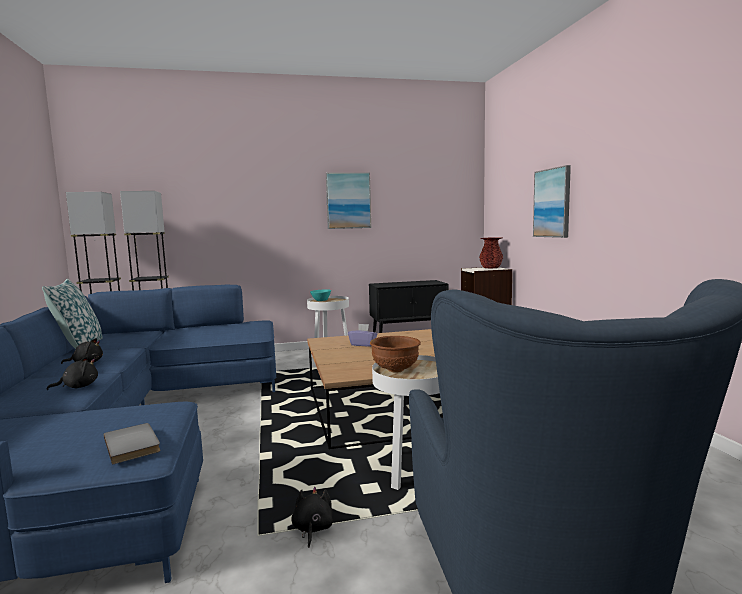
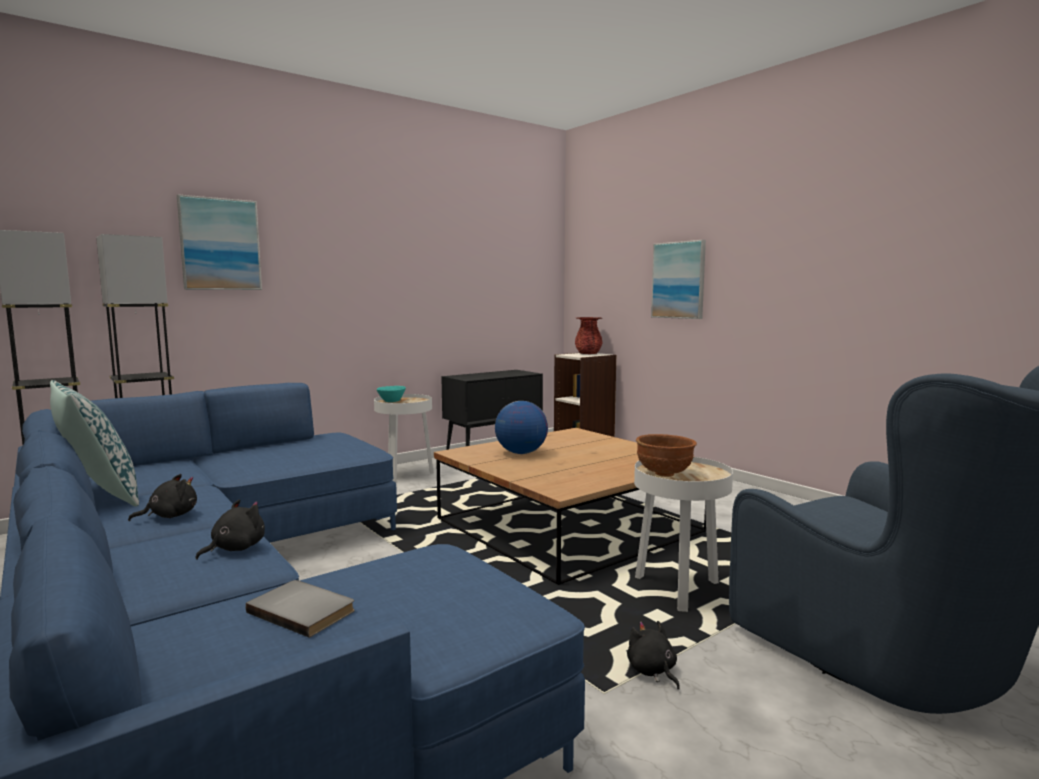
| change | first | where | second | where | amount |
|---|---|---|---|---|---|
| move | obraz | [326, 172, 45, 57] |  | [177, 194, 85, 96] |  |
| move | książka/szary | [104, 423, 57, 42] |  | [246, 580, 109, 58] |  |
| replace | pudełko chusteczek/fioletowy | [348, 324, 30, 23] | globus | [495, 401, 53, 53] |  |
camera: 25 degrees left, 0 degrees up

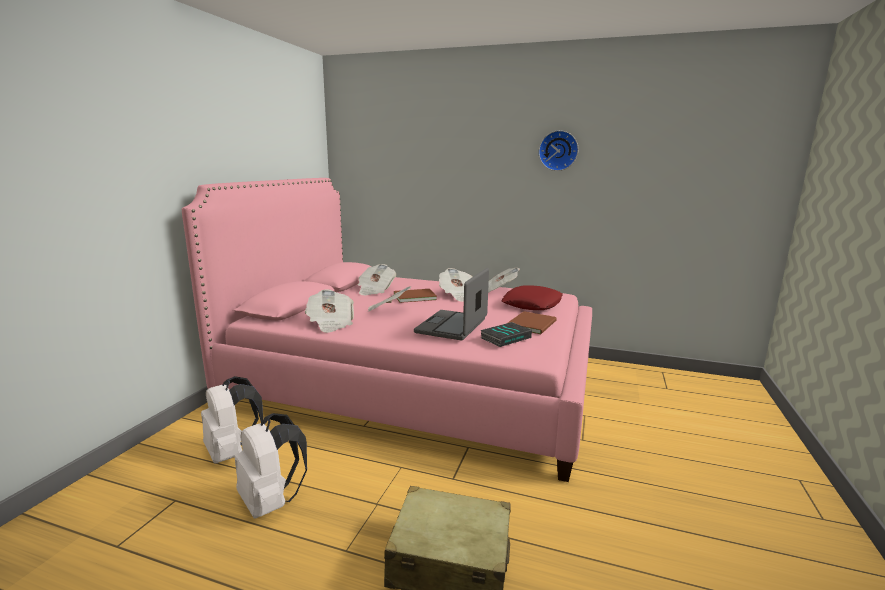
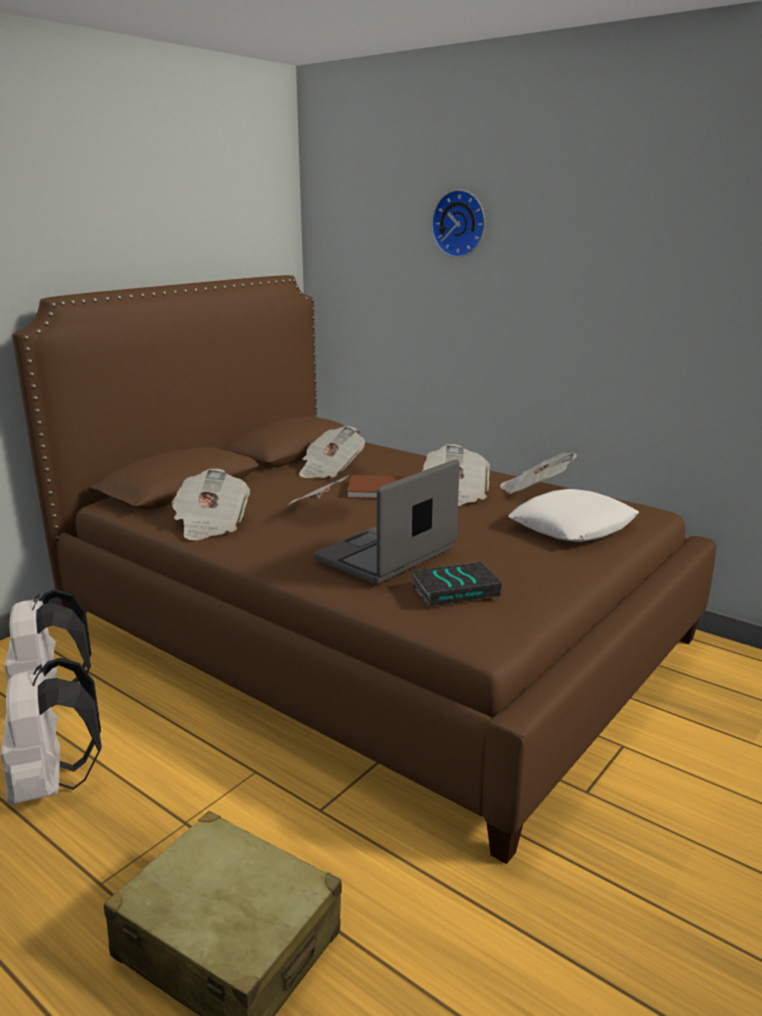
| change | first | where | second | where | amount |
|---|---|---|---|---|---|
| recolor | łóżko/różowy | [182, 178, 410, 304] | łóżko/brązowy | [12, 275, 705, 589] |  |
| move | zegar ścienny | [539, 130, 39, 41] |  | [431, 189, 54, 69] |  |
| recolor | poduszka/czerwony | [501, 285, 61, 25] | poduszka/biały | [508, 489, 131, 53] |  |
| delete | książka/brązowy | [508, 311, 49, 23] |  |  |  |
camera: 20 degrees right, 5 degrees up

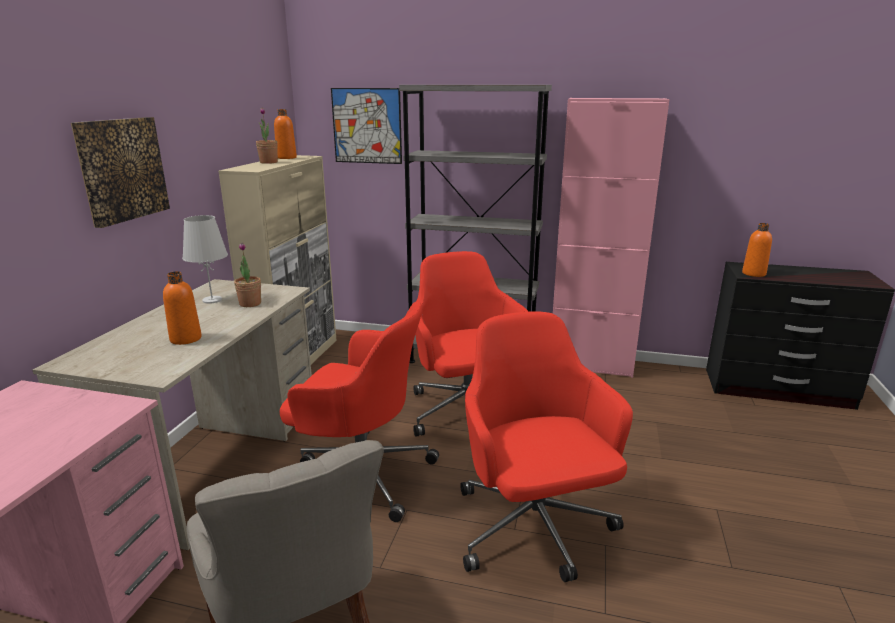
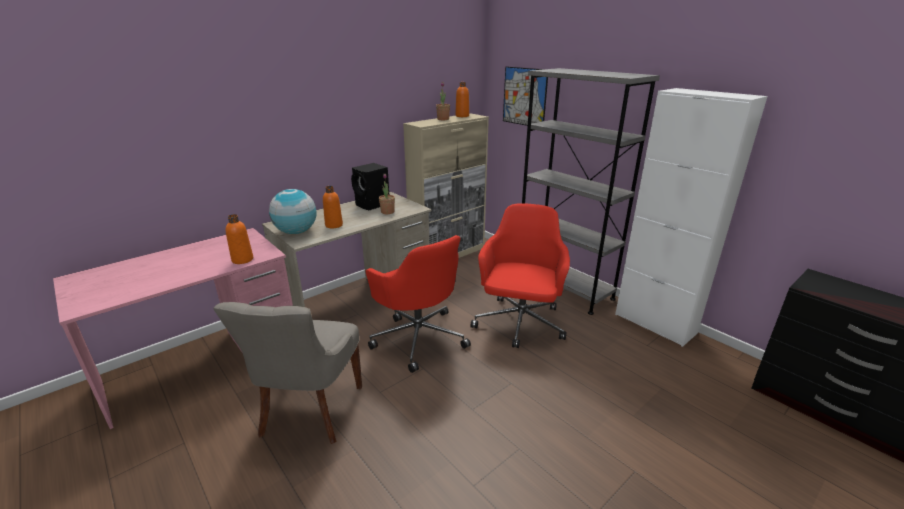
| change | first | where | second | where | amount |
|---|---|---|---|---|---|
| move | butelka/pomarańczowy | [742, 223, 30, 54] |  | [226, 214, 27, 50] |  |
| insert |  |  | globus | [269, 189, 48, 45] |  |
| replace | lampa stołowa/biały | [182, 215, 46, 89] | głośnik/czarny | [351, 163, 38, 47] |  |
| recolor | szafka/różowy | [553, 98, 117, 280] | szafka/biały | [615, 88, 153, 259] |  |
| delete | obraz | [71, 117, 99, 111] |  |  |  |
| delete | krzesło biurowe/czerwony | [460, 311, 173, 271] |  |  |  |
camera: 35 degrees right, 5 degrees up

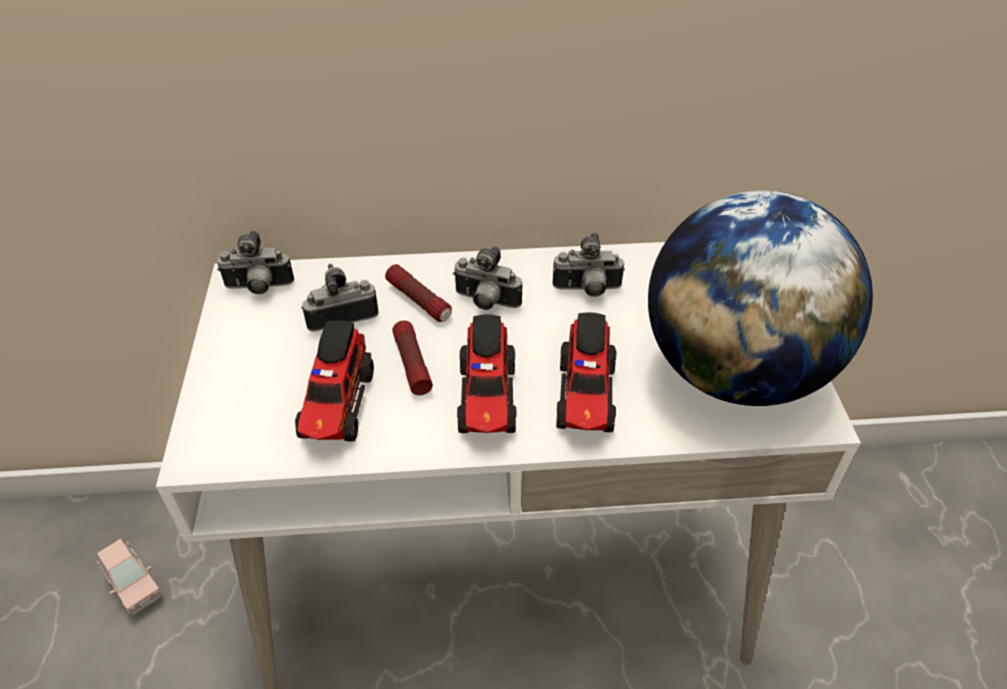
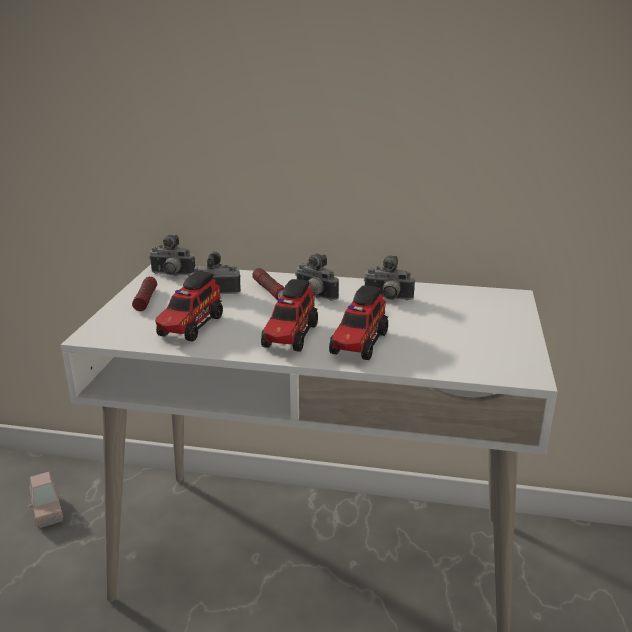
| change | first | where | second | where | amount |
|---|---|---|---|---|---|
| move | latarka | [392, 321, 41, 74] |  | [132, 277, 25, 34] |  |
| delete | globus | [648, 190, 225, 216] |  |  |  |
camera: 15 degrees right, 20 degrees down

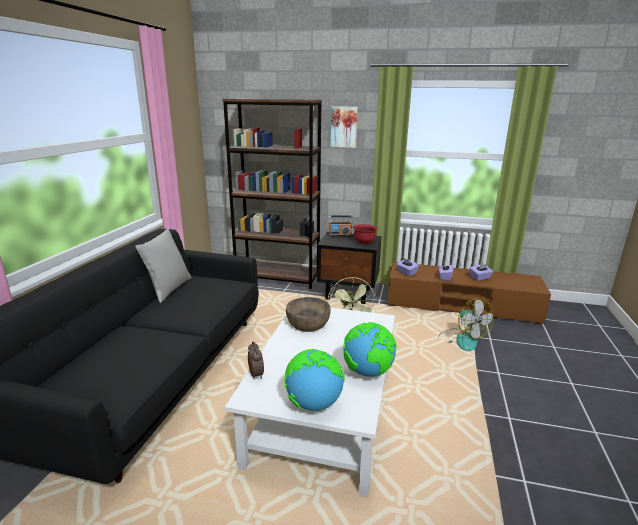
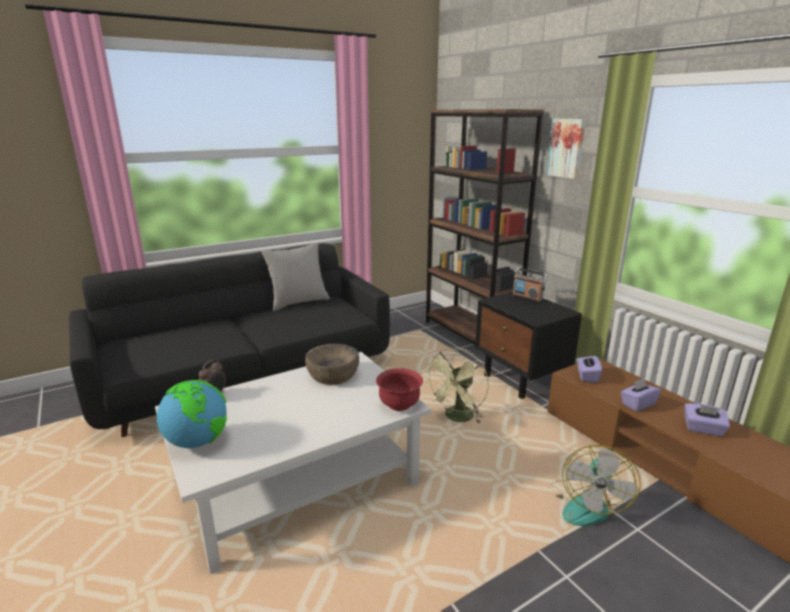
| change | first | where | second | where | amount |
|---|---|---|---|---|---|
| move | miska/czerwony | [353, 224, 25, 20] |  | [376, 368, 47, 43] |  |
| delete | globus | [344, 322, 53, 55] |  |  |  |
camera: 45 degrees right, 0 degrees up

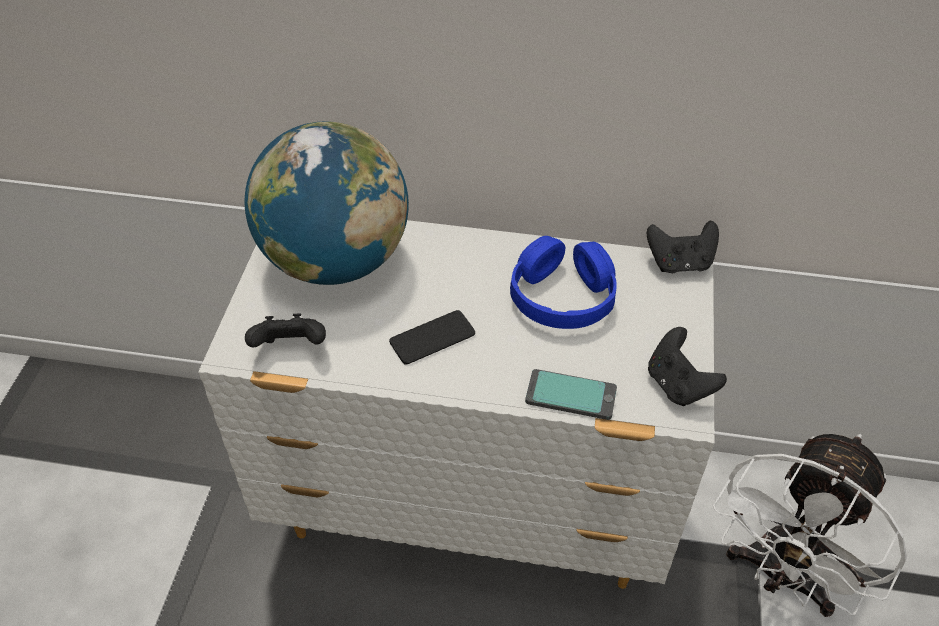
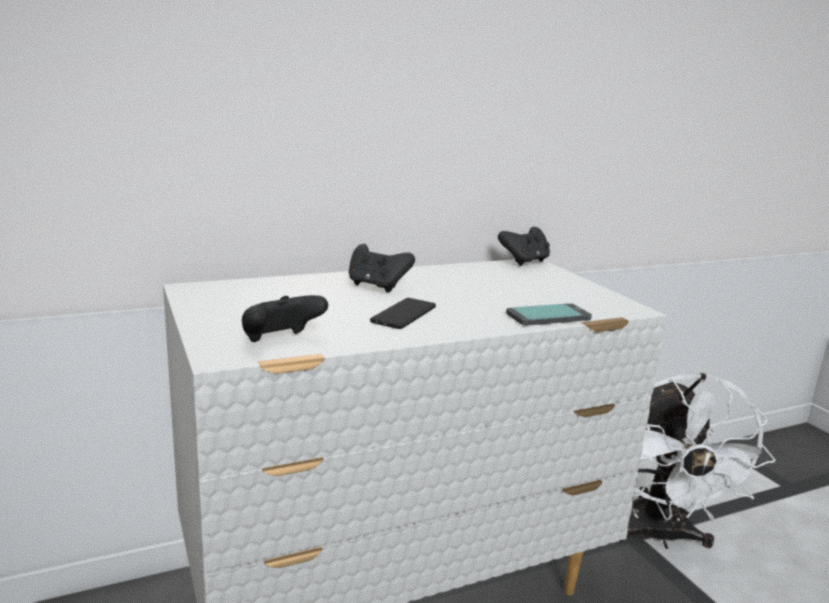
| change | first | where | second | where | amount |
|---|---|---|---|---|---|
| move | pad do gier/czarny | [648, 327, 79, 79] |  | [349, 244, 66, 49] |  |
| delete | globus | [245, 122, 164, 163] |  |  |  |
| delete | słuchawki/niebieski | [510, 236, 107, 93] |  |  |  |
camera: 35 degrees left, 30 degrees down

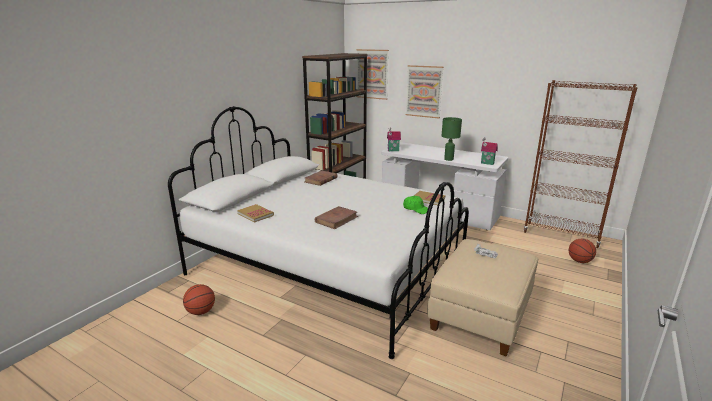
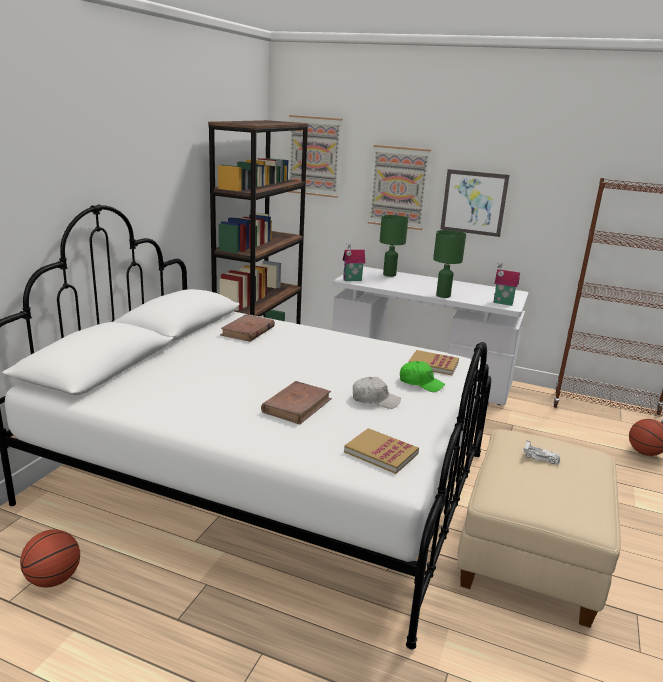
| change | first | where | second | where | amount |
|---|---|---|---|---|---|
| move | książka | [237, 204, 37, 19] |  | [344, 428, 75, 46] |  |
| insert |  |  | czapka z daszkiem/biały | [353, 377, 48, 32] |  |
| insert |  |  | lampa stołowa/zielony | [380, 215, 28, 62] |  |
| insert |  |  | obraz | [440, 169, 70, 68] |  |
camera: 10 degrees left, 0 degrees up

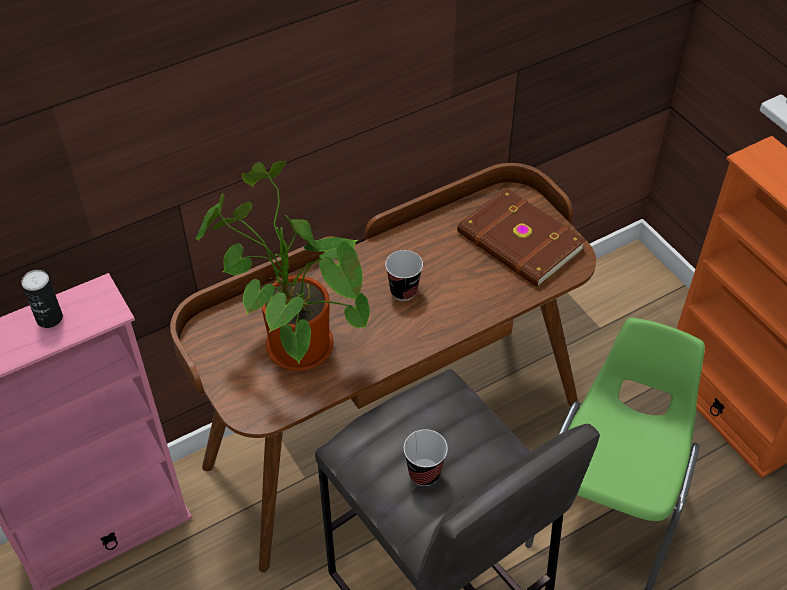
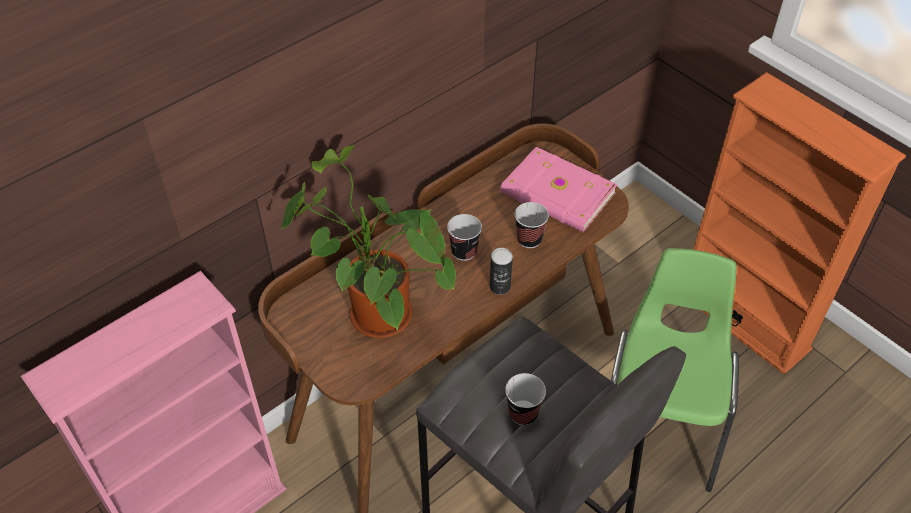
| change | first | where | second | where | amount |
|---|---|---|---|---|---|
| move | puszka | [21, 270, 42, 58] |  | [490, 248, 23, 47] |  |
| recolor | książka/brązowy | [457, 188, 129, 100] | książka/różowy | [500, 147, 117, 85] |  |
| insert |  |  | filiżanka | [514, 202, 35, 46] |  |
camera: 10 degrees left, 0 degrees up

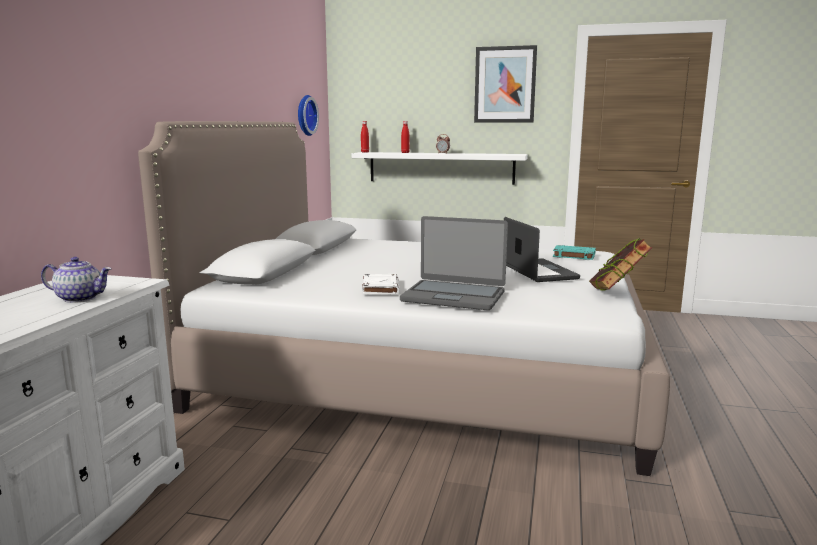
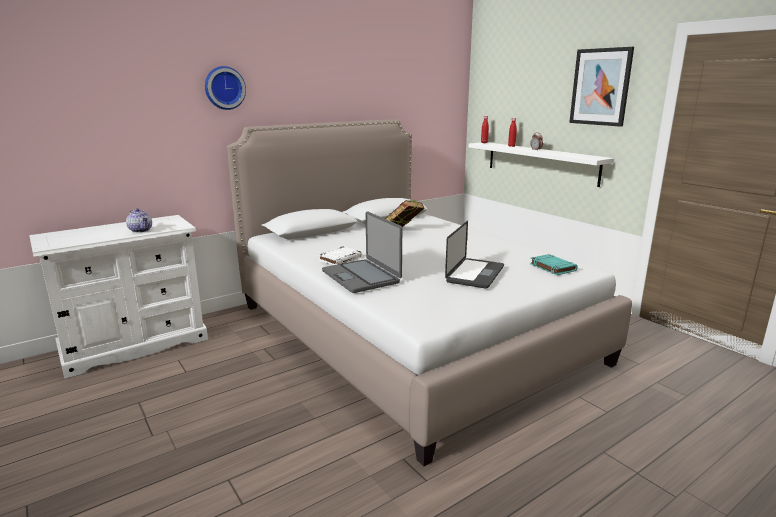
| change | first | where | second | where | amount |
|---|---|---|---|---|---|
| move | zegar ścienny | [298, 95, 21, 41] |  | [205, 66, 41, 44] |  |
| move | książka | [589, 237, 64, 54] |  | [385, 200, 39, 27] |  |
camera: 40 degrees right, 5 degrees up

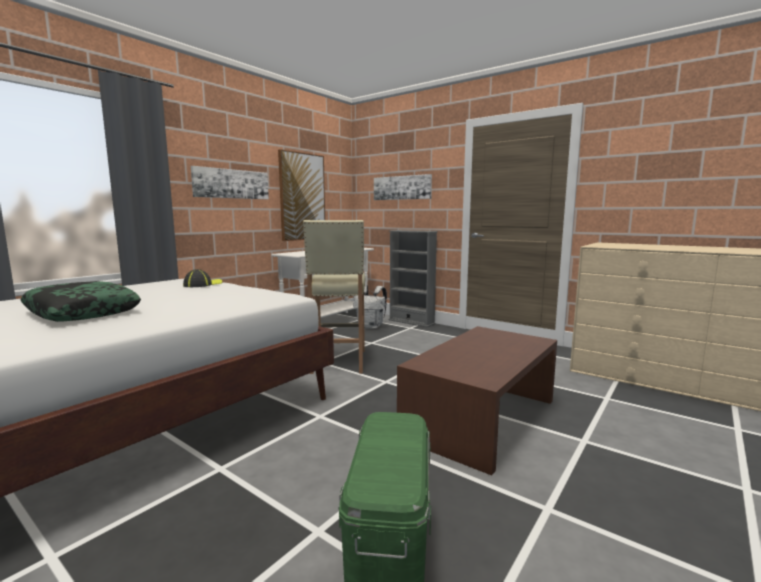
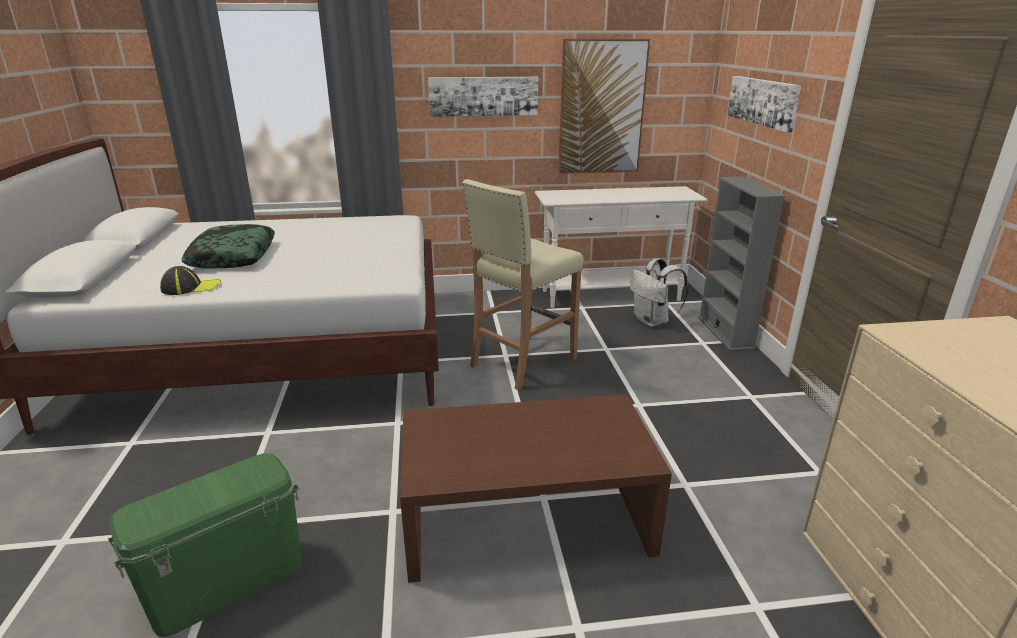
| change | first | where | second | where | amount |
|---|---|---|---|---|---|
| move | czapka z daszkiem | [183, 269, 39, 18] |  | [160, 266, 61, 29] |  |
camera: 45 degrees right, 15 degrees up

